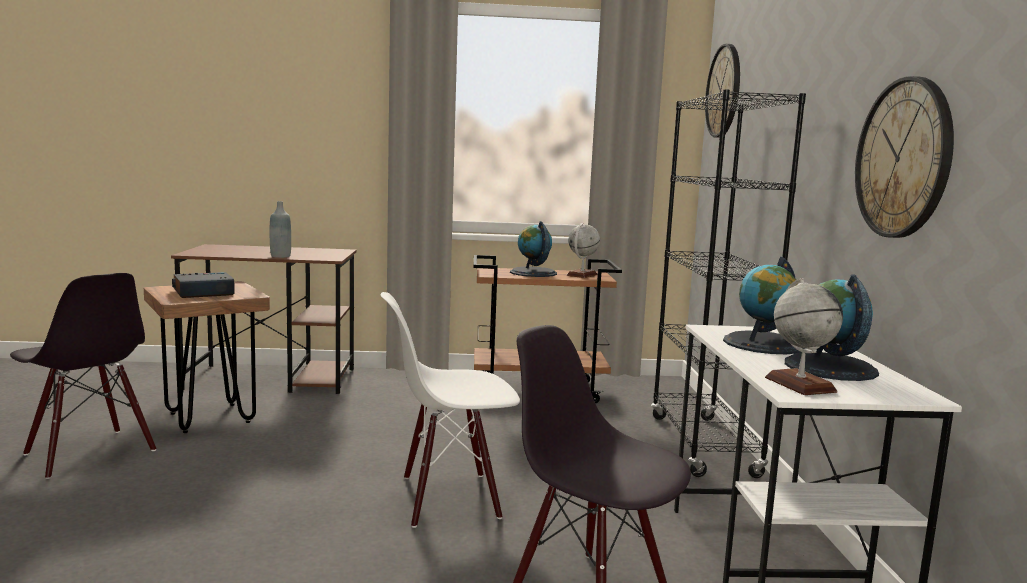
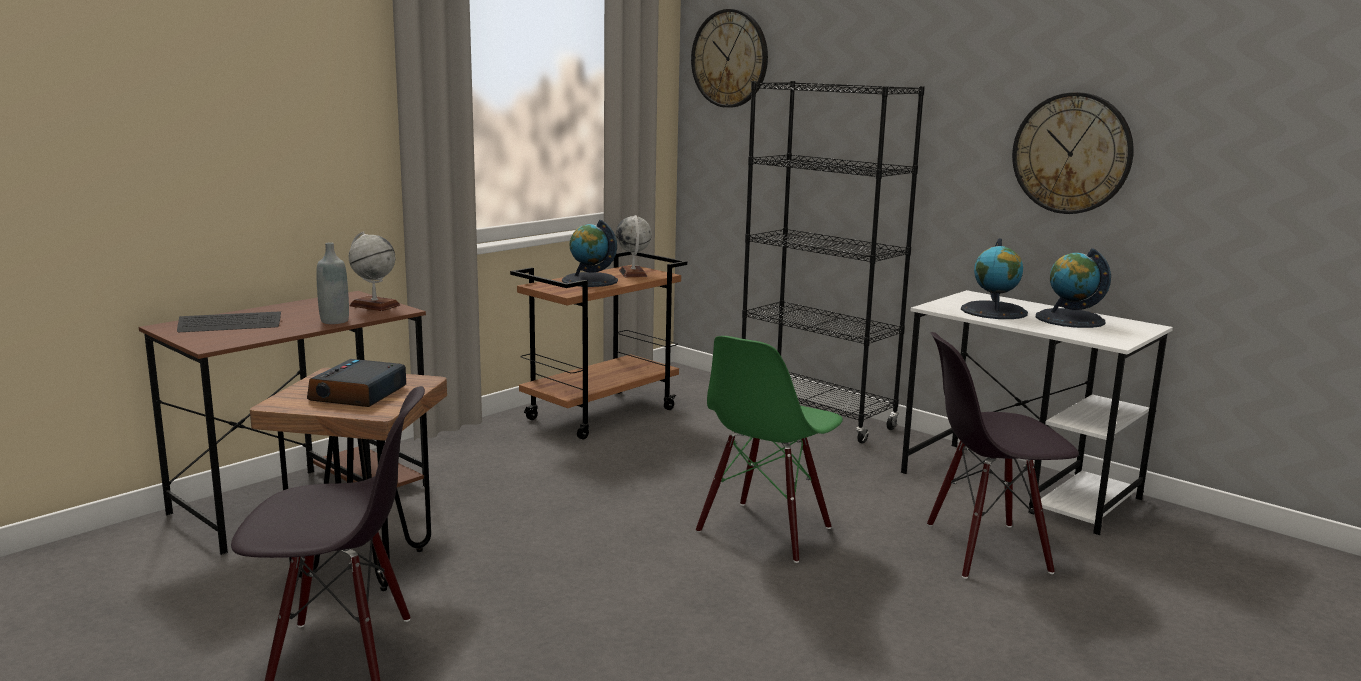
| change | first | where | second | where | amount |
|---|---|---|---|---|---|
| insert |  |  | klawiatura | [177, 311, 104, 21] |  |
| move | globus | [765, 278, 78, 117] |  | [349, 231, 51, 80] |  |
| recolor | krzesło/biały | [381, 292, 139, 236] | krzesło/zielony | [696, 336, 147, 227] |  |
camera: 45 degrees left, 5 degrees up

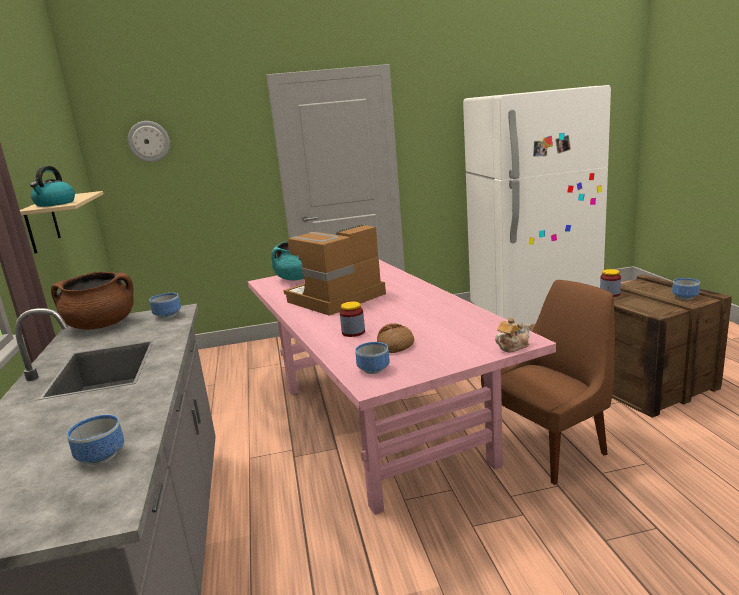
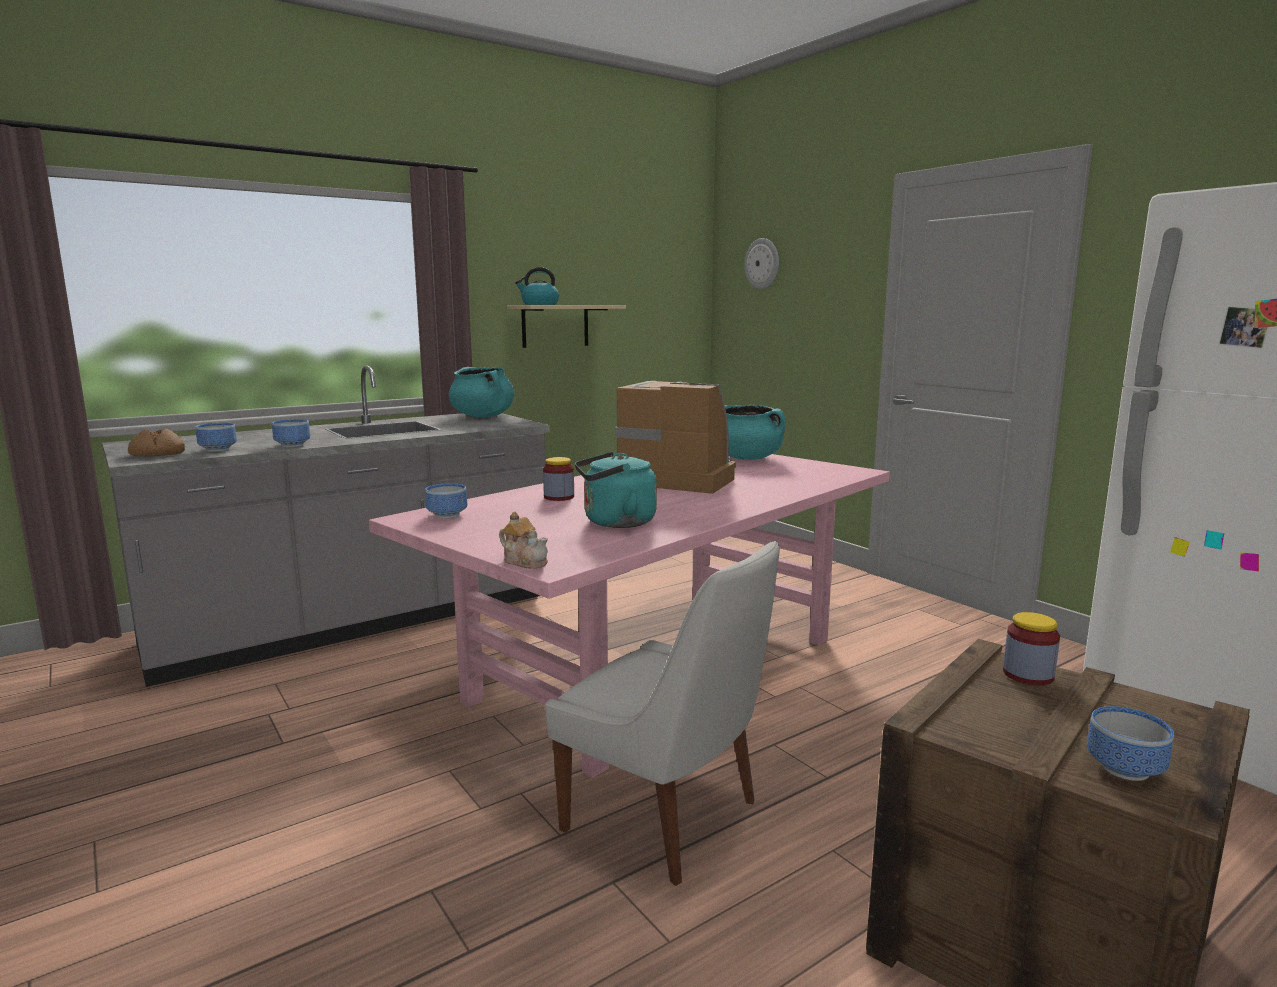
| change | first | where | second | where | amount |
|---|---|---|---|---|---|
| move | chleb | [377, 323, 38, 30] |  | [128, 428, 57, 28] |  |
| move | miska | [149, 293, 32, 26] |  | [272, 419, 38, 28] |  |
| recolor | garnek/brązowy | [51, 272, 83, 58] | garnek/turkusowy | [449, 367, 66, 50] |  |
| recolor | krzesło/brązowy | [481, 280, 134, 205] | krzesło/biały | [545, 541, 235, 345] |  |
| insert |  |  | czajnik/turkusowy | [575, 452, 82, 76] |  |
camera: 65 degrees right, 5 degrees down

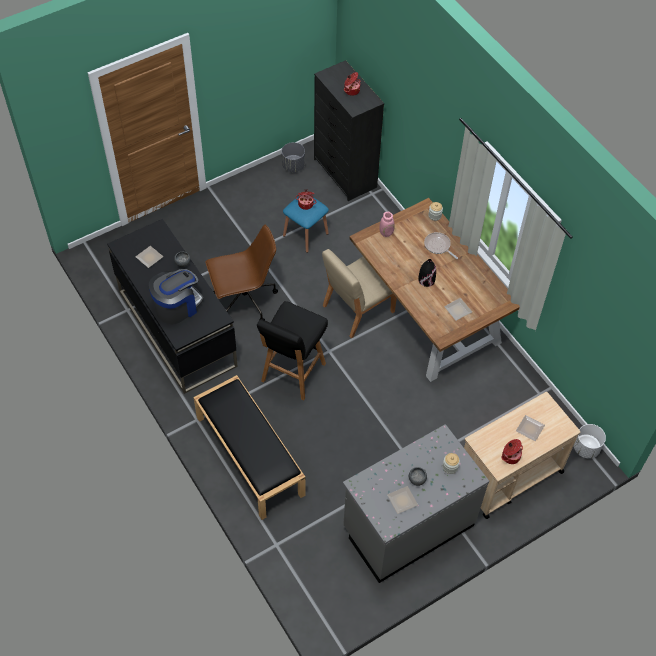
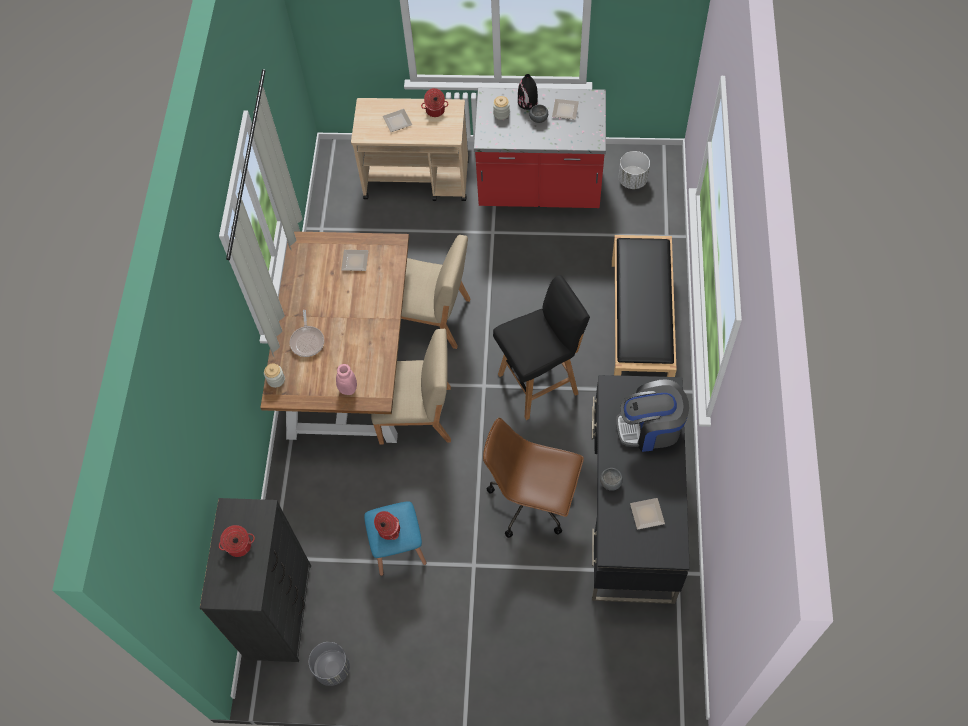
| change | first | where | second | where | amount |
|---|---|---|---|---|---|
| insert |  |  | krzesło/beżowy | [401, 235, 69, 114] |  |
| recolor | zabudowa kuchenna/szary | [343, 424, 146, 159] | zabudowa kuchenna/czerwony | [474, 88, 132, 120] |  |
| move | wazon/czarny | [418, 259, 18, 28] |  | [518, 74, 20, 36] |  |
| move | donica/biały | [574, 424, 32, 35] |  | [618, 151, 32, 38] |  |
camera: 140 degrees left, 5 degrees up

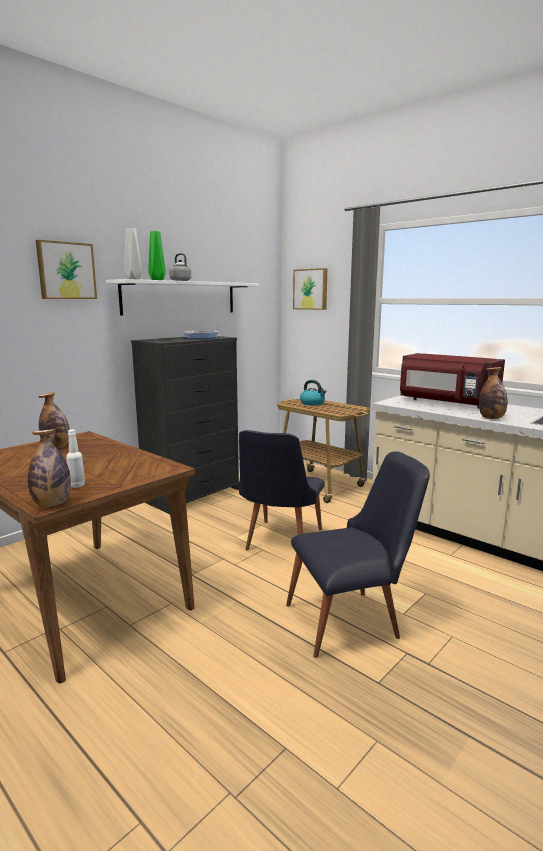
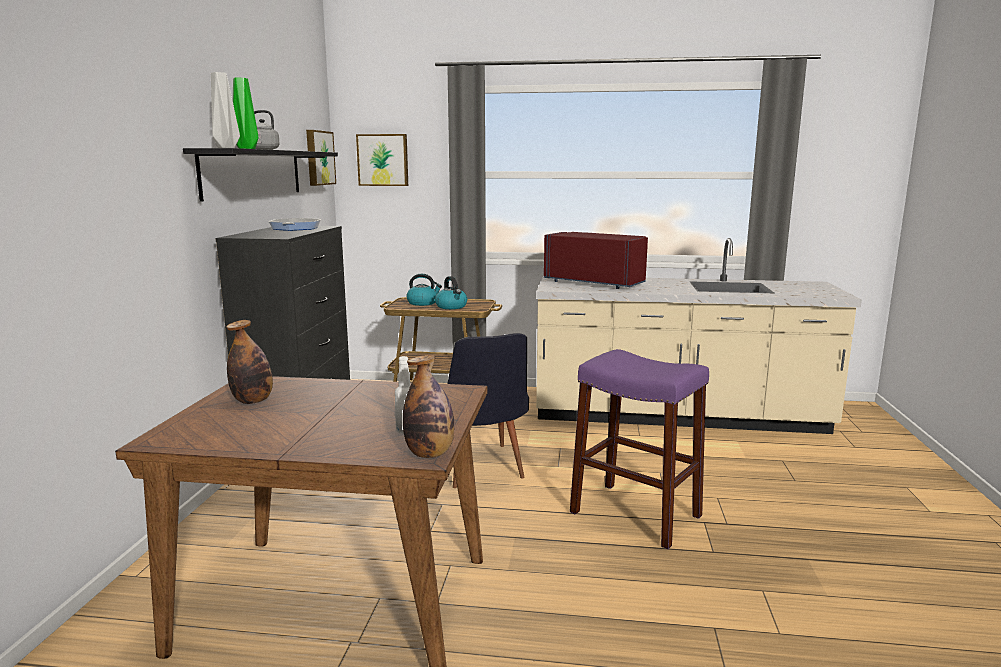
| change | first | where | second | where | amount |
|---|---|---|---|---|---|
| recolor | półka/biały | [106, 279, 153, 36] | półka/czarny | [183, 148, 155, 54] |  |
| move | obraz | [36, 240, 61, 59] |  | [306, 130, 30, 56] |  |
| insert |  |  | czajnik | [435, 276, 32, 33] |  |
| rotate | mikrofalówka/czerwony | [400, 353, 105, 55] |  | [544, 232, 104, 57] | 150 degrees counterclockwise |
| replace | krzesło/czarny | [286, 451, 144, 207] | stołek/fioletowy | [570, 349, 139, 200] |  |
| delete | butelka | [479, 367, 29, 52] |  |  |  |
camera: 35 degrees left, 0 degrees up

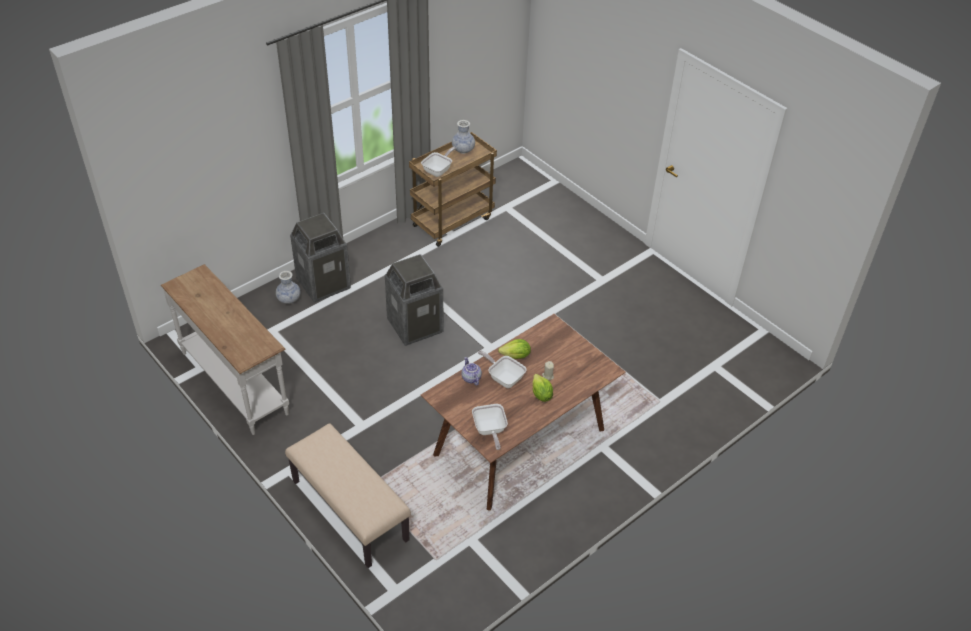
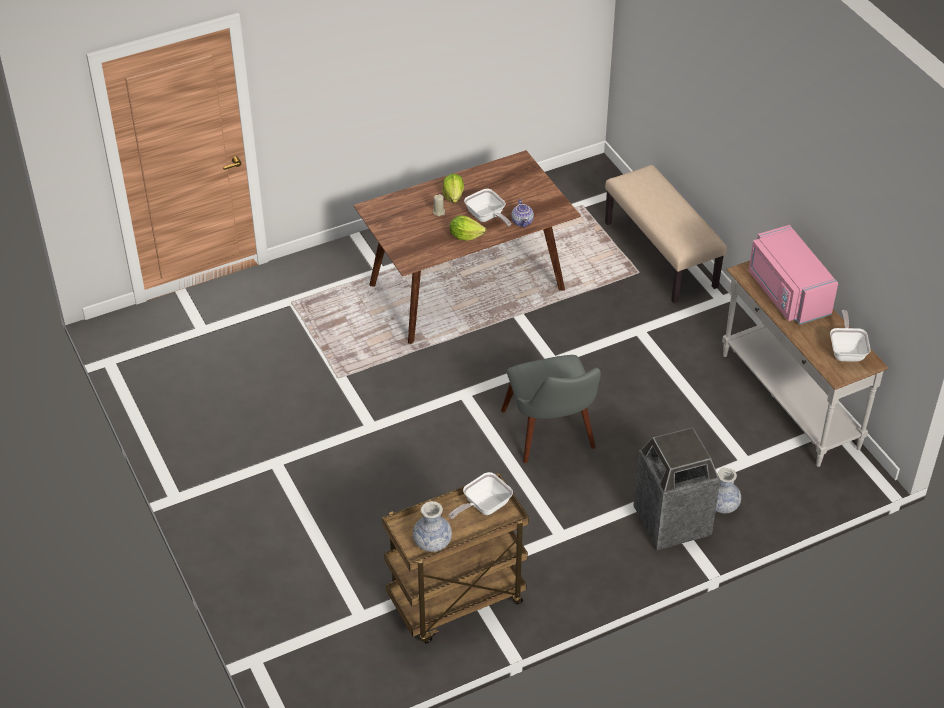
| change | first | where | second | where | amount |
|---|---|---|---|---|---|
| replace | kosz na śmieci | [385, 254, 58, 92] | krzesło/szary | [501, 355, 100, 108] |  |
| insert |  |  | mikrofalówka/różowy | [748, 225, 90, 100] |  |
| move | patelnia | [472, 404, 36, 46] |  | [830, 310, 41, 52] |  |
camera: 165 degrees left, 0 degrees up

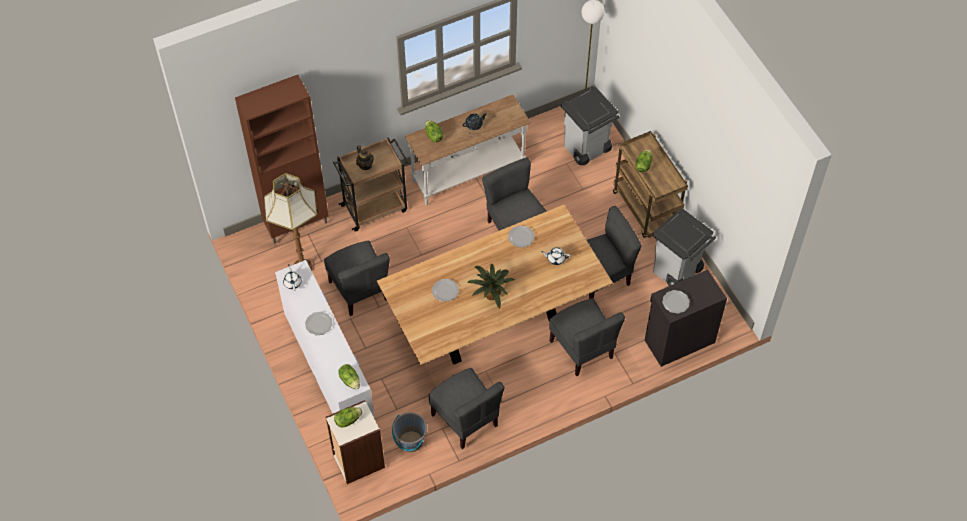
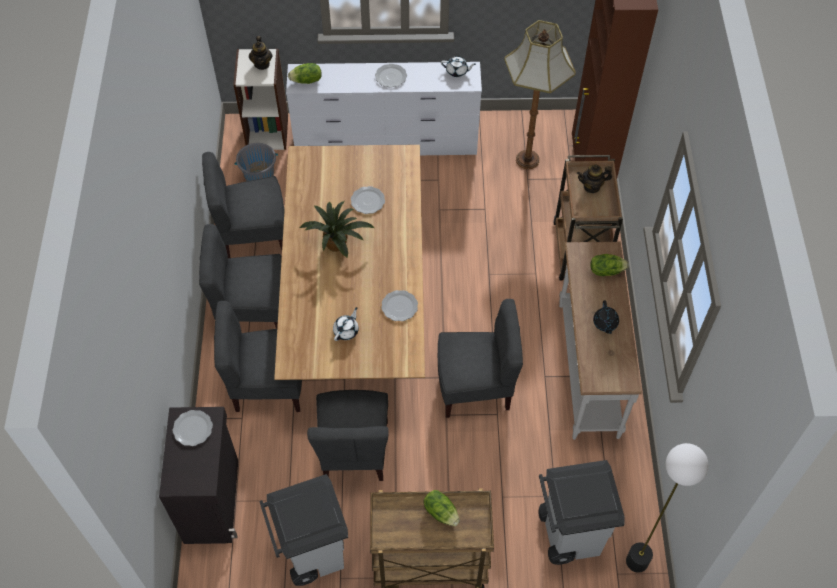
| change | first | where | second | where | amount |
|---|---|---|---|---|---|
| move | krzesło/szary | [324, 241, 66, 75] |  | [199, 224, 83, 105] |  |
| replace | sałata | [334, 407, 29, 21] | imbryk | [249, 36, 23, 34] |  |
camera: 115 degrees right, 0 degrees up

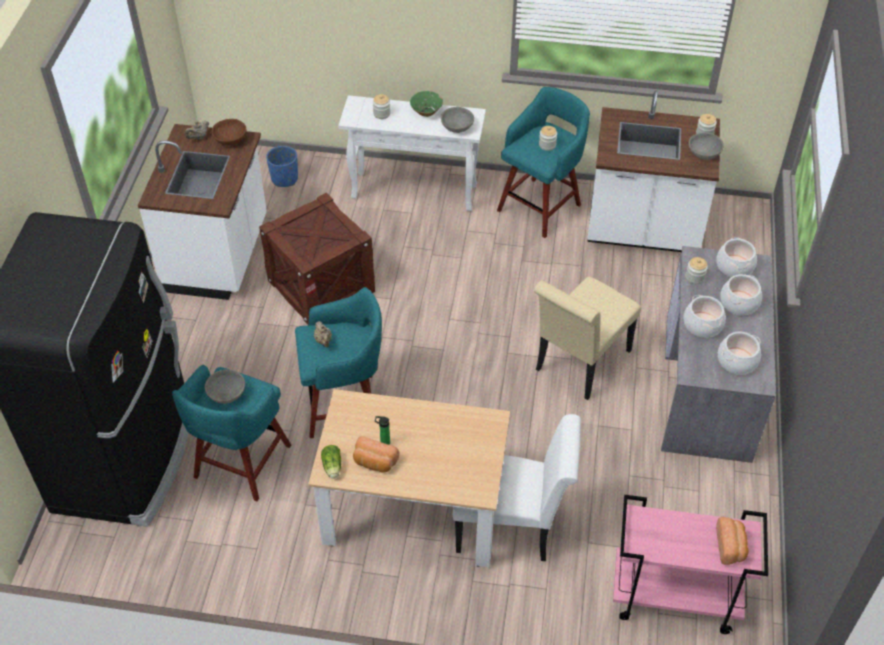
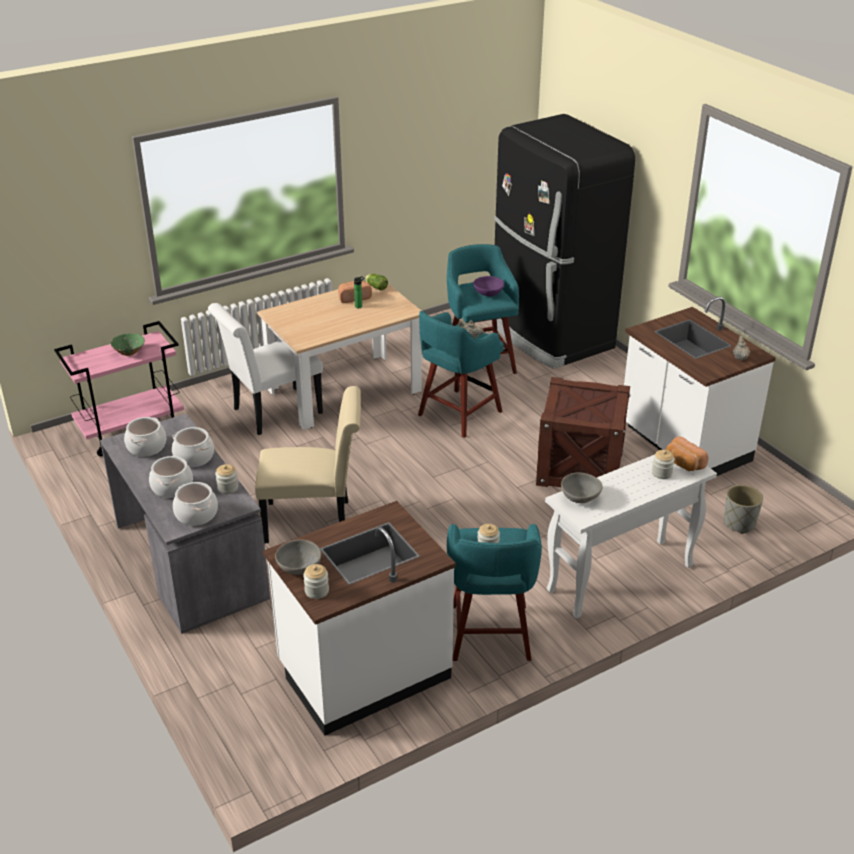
| change | first | where | second | where | amount |
|---|---|---|---|---|---|
| move | miska/zielony | [410, 91, 33, 26] |  | [110, 333, 35, 23] |  |
| rotate | krzesło/beżowy | [534, 277, 107, 123] |  | [255, 386, 106, 157] | 90 degrees clockwise |
| recolor | miska/szary | [205, 369, 40, 35] | miska/fioletowy | [473, 276, 31, 21] |  |
| move | chleb | [716, 517, 33, 48] |  | [666, 436, 43, 35] |  |
| recolor | donica/niebieski | [266, 146, 32, 41] | donica/szary | [724, 485, 39, 49] |  |
| delete | miska/brązowy | [212, 119, 34, 27] |  |  |  |
camera: 140 degrees right, 15 degrees down

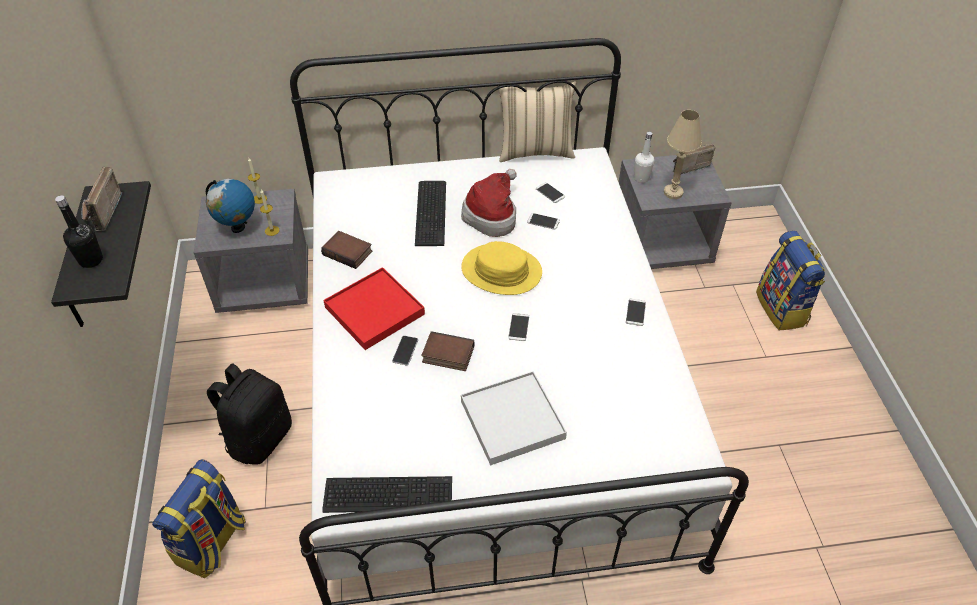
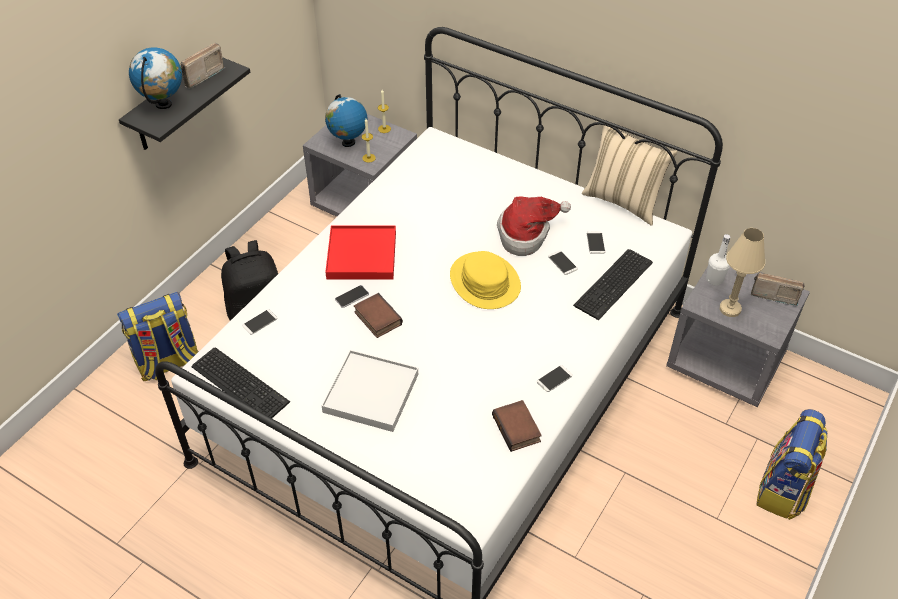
| change | first | where | second | where | amount |
|---|---|---|---|---|---|
| replace | butelka/czarny | [55, 195, 48, 73] | globus | [129, 47, 53, 62] |  |
| move | telefon | [508, 313, 21, 28] |  | [242, 309, 36, 26] |  |
| move | książka | [321, 231, 51, 38] |  | [492, 400, 50, 52] |  |
| move | klawiatura | [415, 181, 31, 65] |  | [573, 249, 80, 71] |  |
camera: 40 degrees right, 0 degrees up

